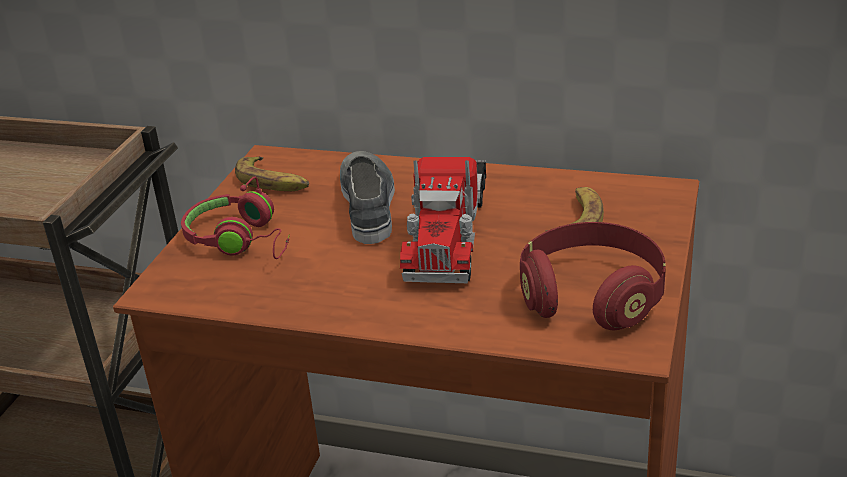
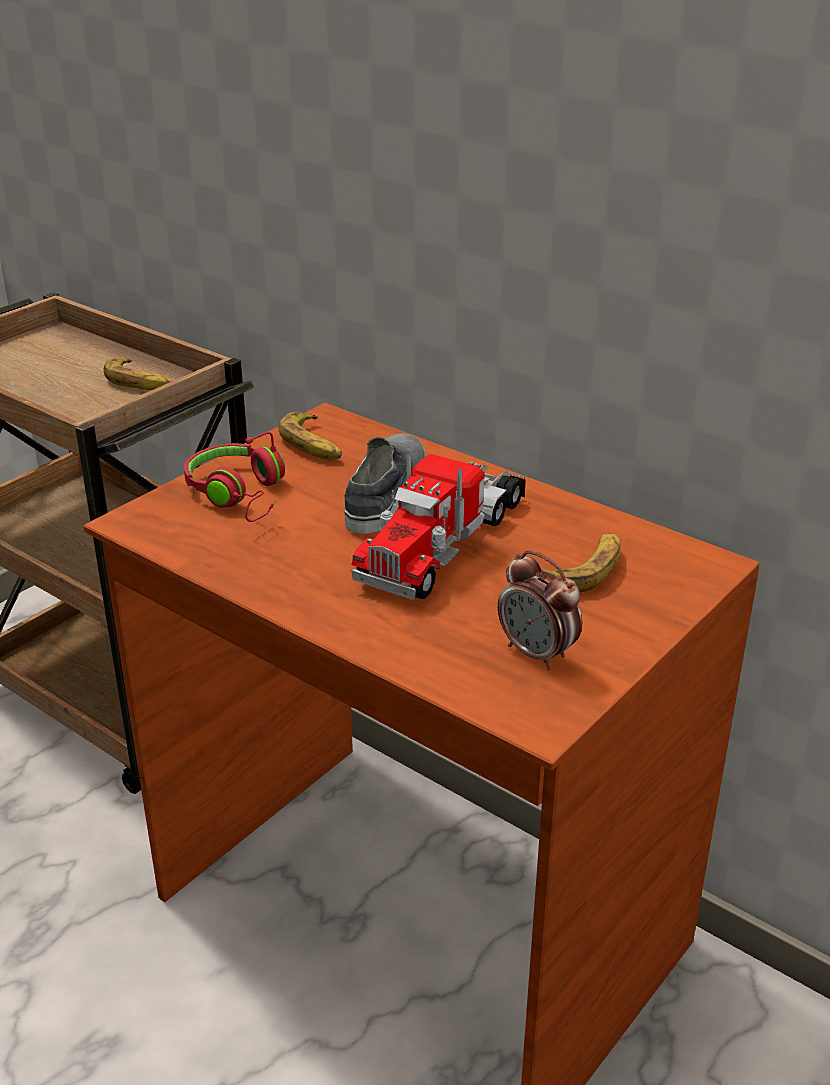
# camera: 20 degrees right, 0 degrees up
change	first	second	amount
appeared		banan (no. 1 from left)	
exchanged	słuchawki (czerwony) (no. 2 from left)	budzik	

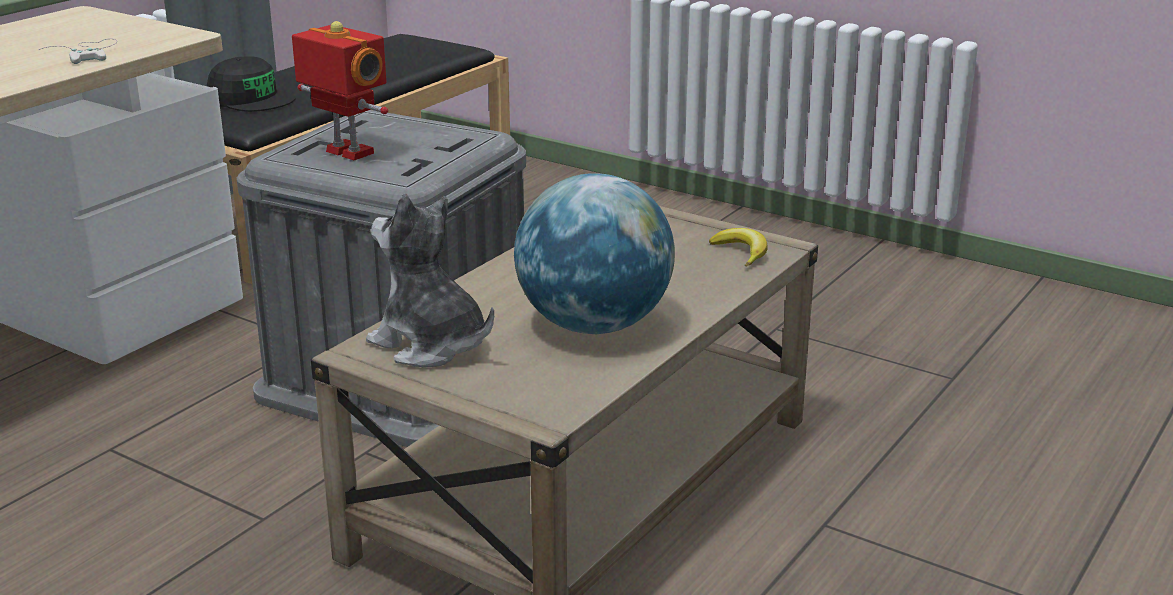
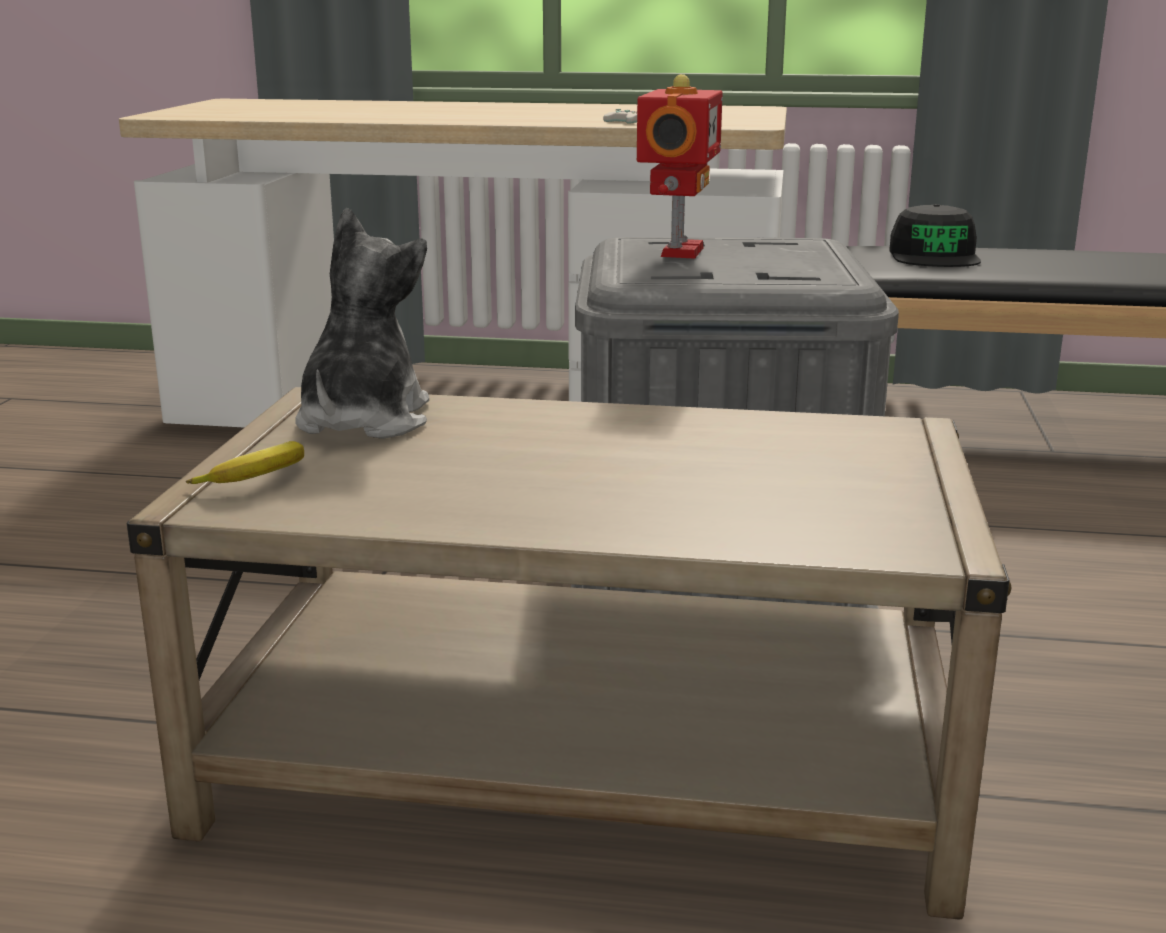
# camera: 65 degrees right, 5 degrees down
change	first	second	amount
relocated	banan		
missing	globus		

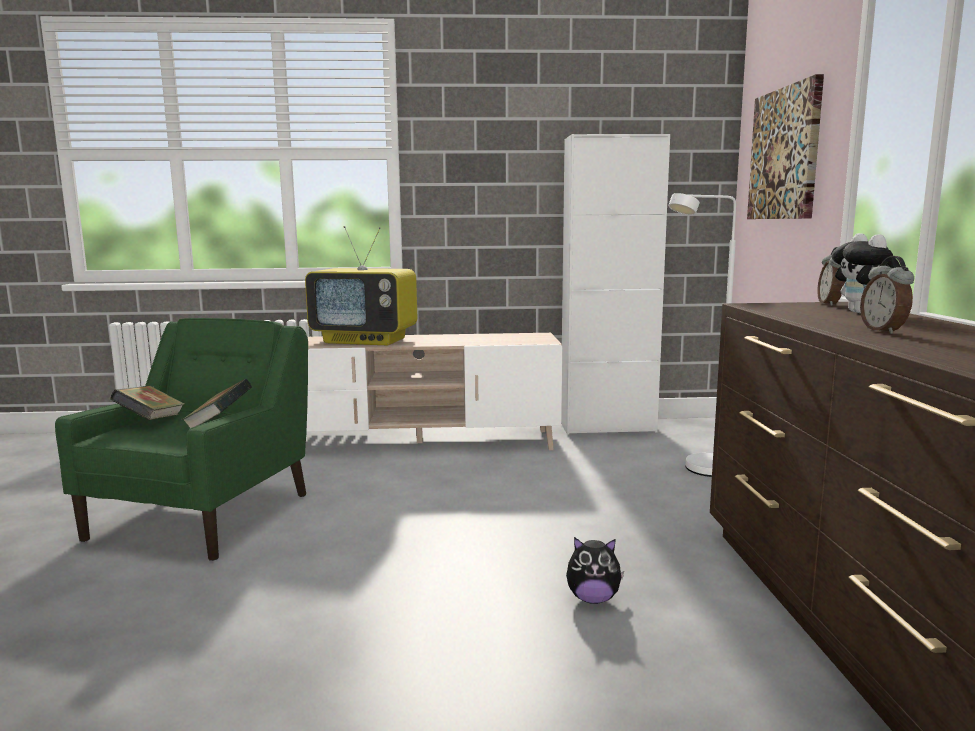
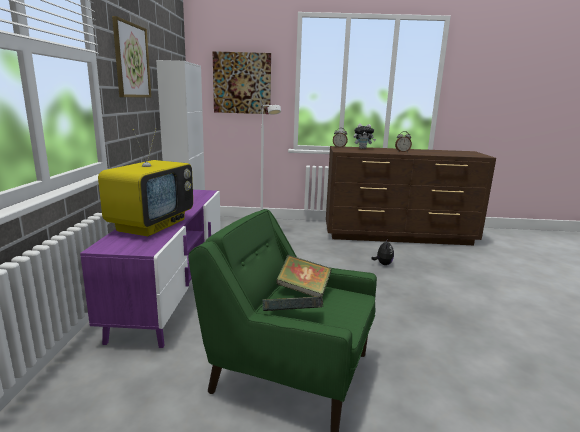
# camera: 85 degrees left, 5 degrees up
change	first	second	amount
colour	szafka pod telewizor (beżowy)	szafka pod telewizor (fioletowy)	
appeared		obraz (no. 1 from left)	

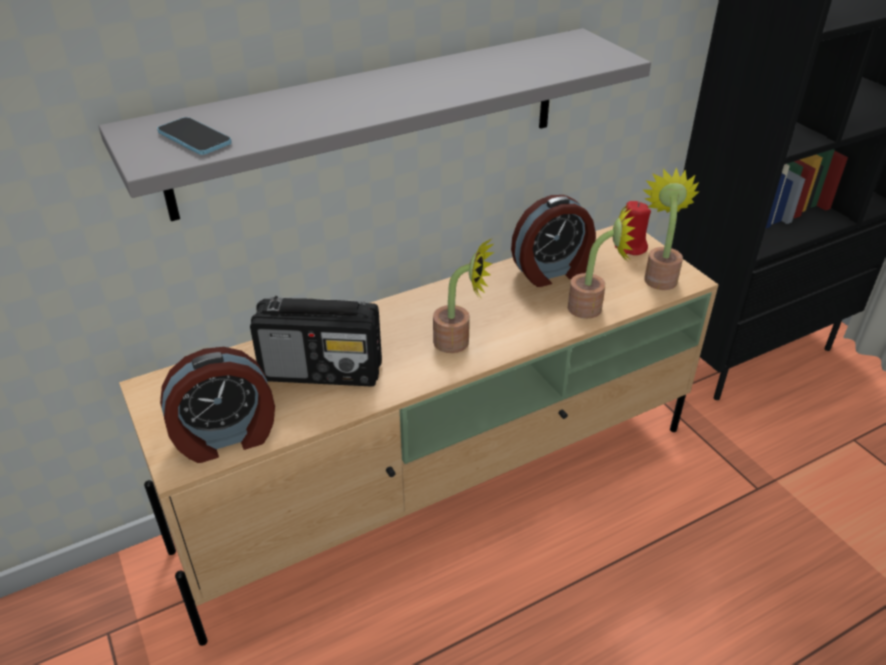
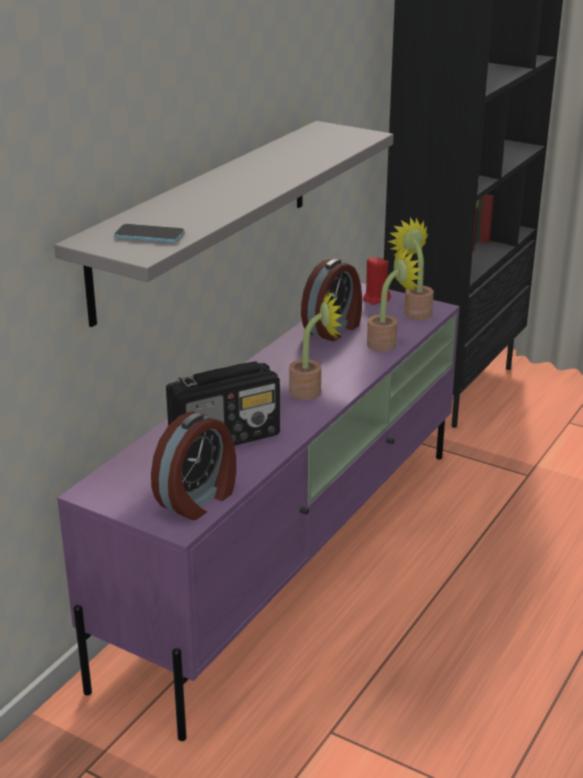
# camera: 30 degrees left, 10 degrees down
change	first	second	amount
colour	szafka pod telewizor (beżowy)	szafka pod telewizor (fioletowy)	

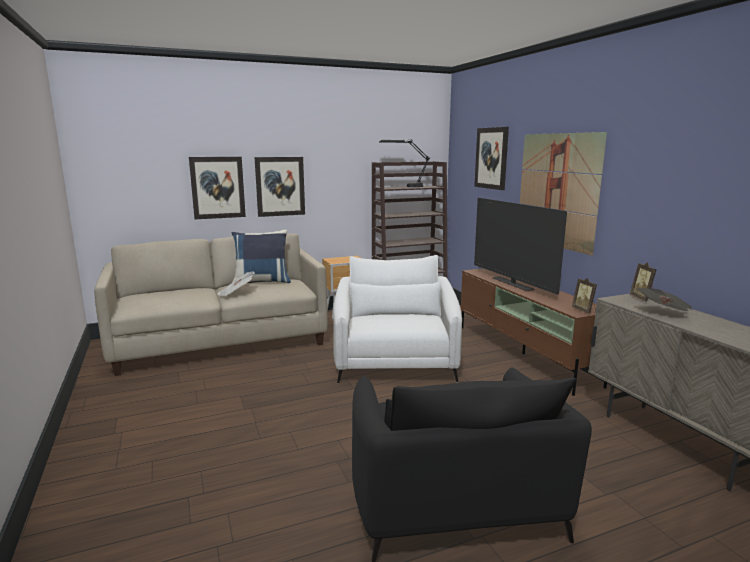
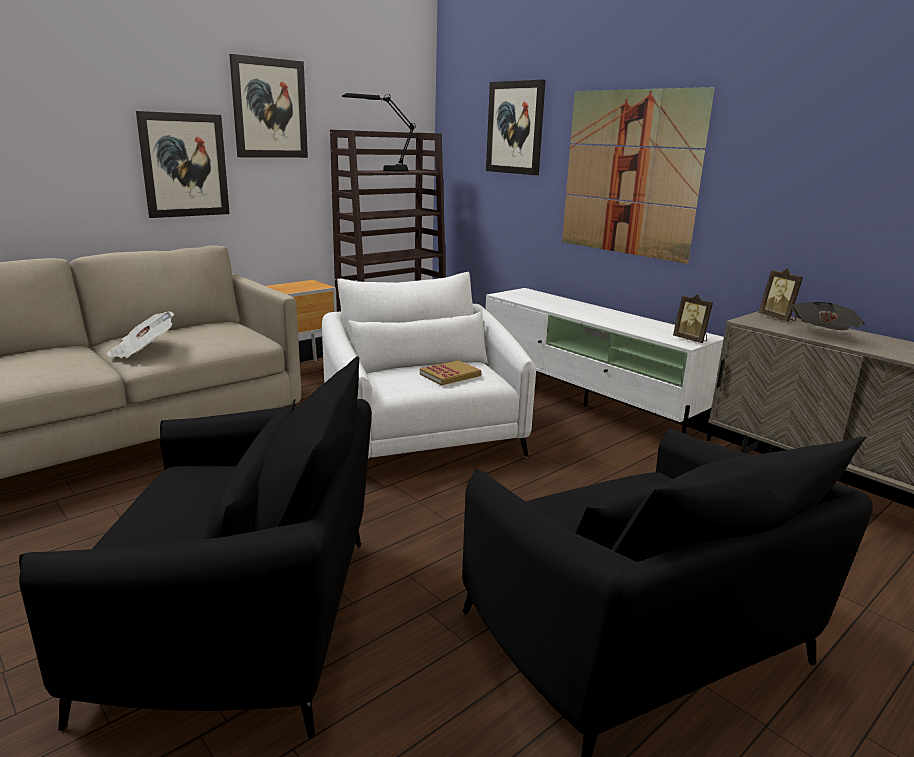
# camera: 20 degrees left, 5 degrees up
change	first	second	amount
appeared		fotel (czarny) (no. 1 from left)	
relocated	obraz (no. 1 from left in the first image)	obraz (no. 2 from left)	
appeared		książka	
colour	szafka pod telewizor (brązowy)	szafka pod telewizor (biały)	
missing	poduszka (niebieski)		
missing	telewizor		

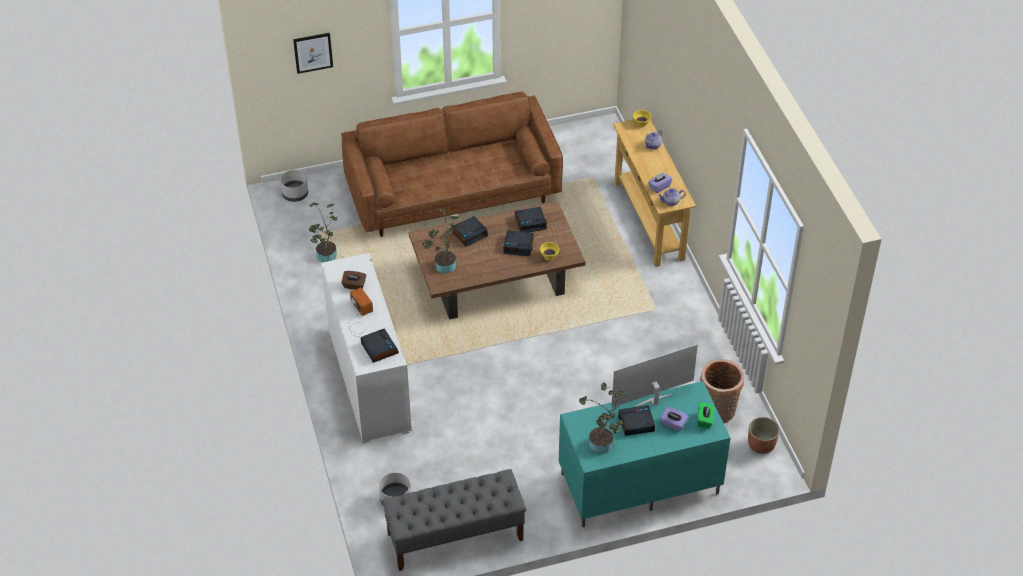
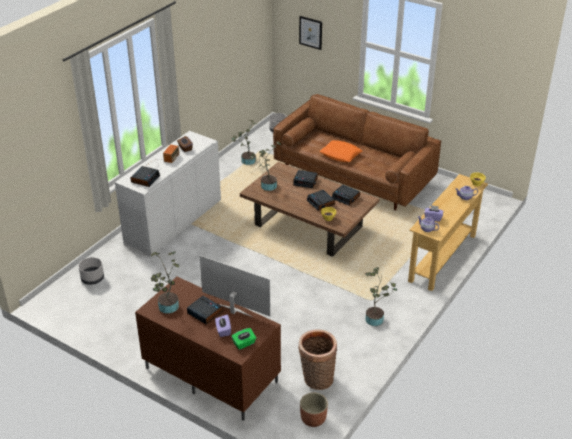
# camera: 50 degrees right, 10 degrees down
change	first	second	amount
colour	szafka pod telewizor (turkusowy)	szafka pod telewizor (brązowy)	
appeared		poduszka (pomarańczowy)	
appeared		roślina doniczkowa (no. 4 from left)	
missing	ławka (szary)		

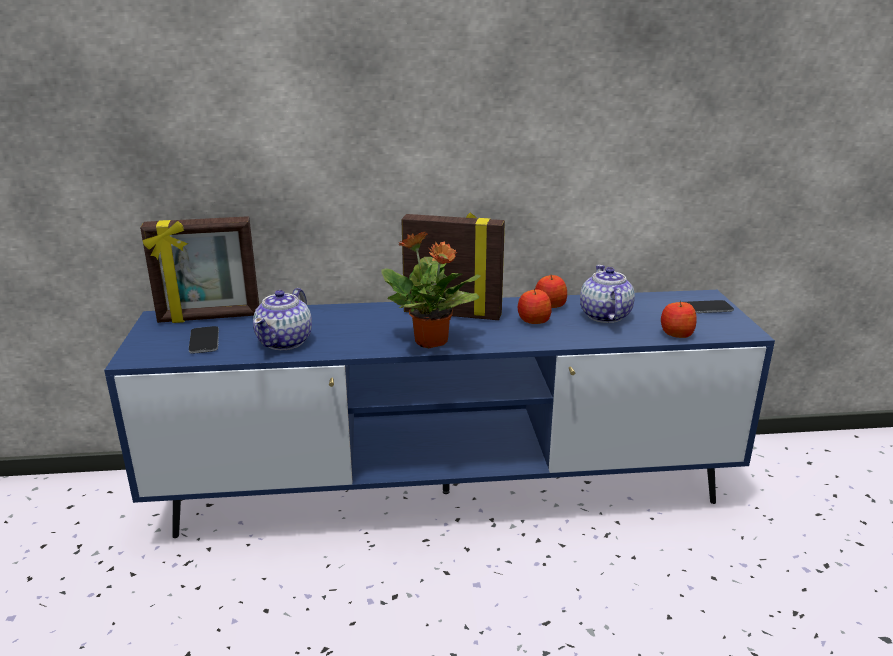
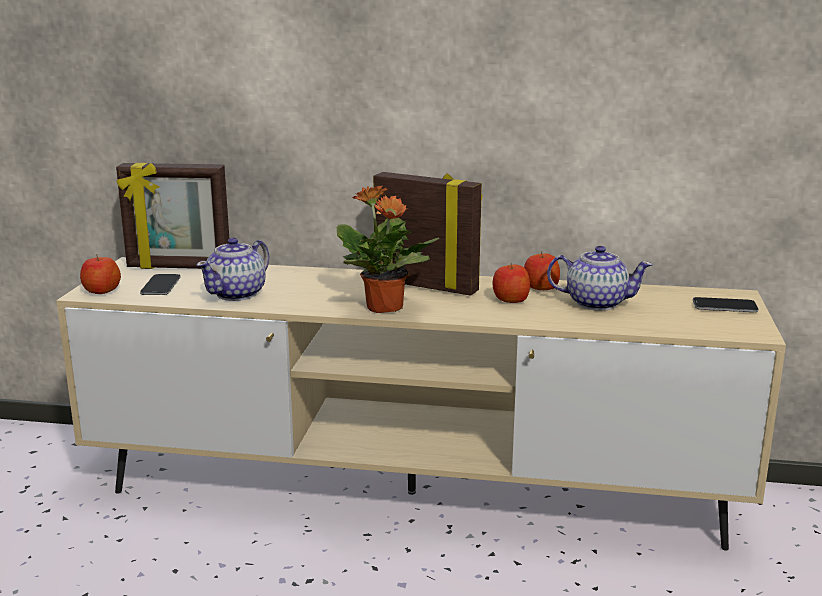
# camera: 15 degrees right, 5 degrees down
change	first	second	amount
colour	szafka pod telewizor (niebieski)	szafka pod telewizor (beżowy)	
relocated	jabłko (no. 3 from left in the first image)	jabłko (no. 1 from left)	
spun	imbryk (no. 2 from left)		90 degrees clockwise

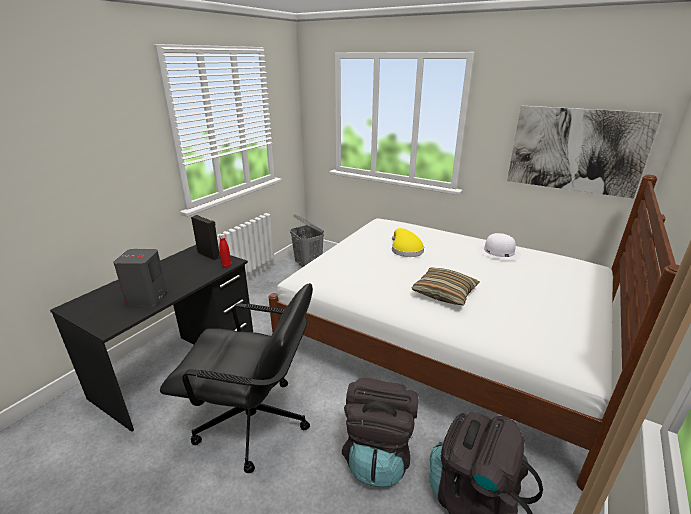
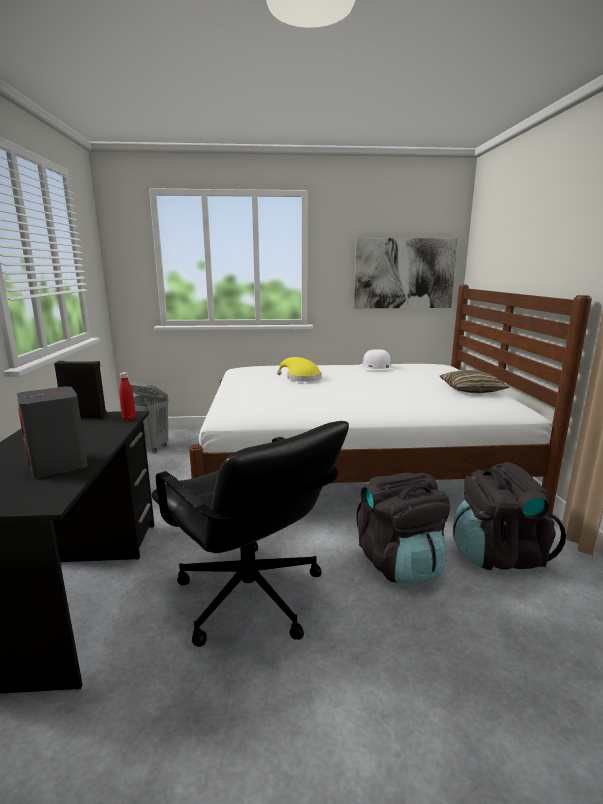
# camera: 35 degrees left, 10 degrees down
change	first	second	amount
spun	krzesło biurowe (czarny)		75 degrees clockwise
relocated	poduszka		

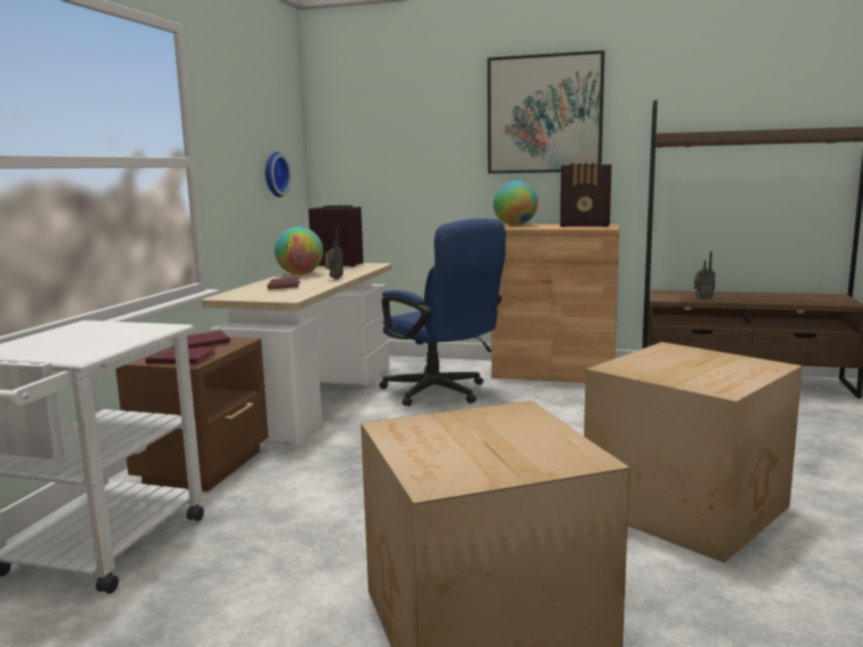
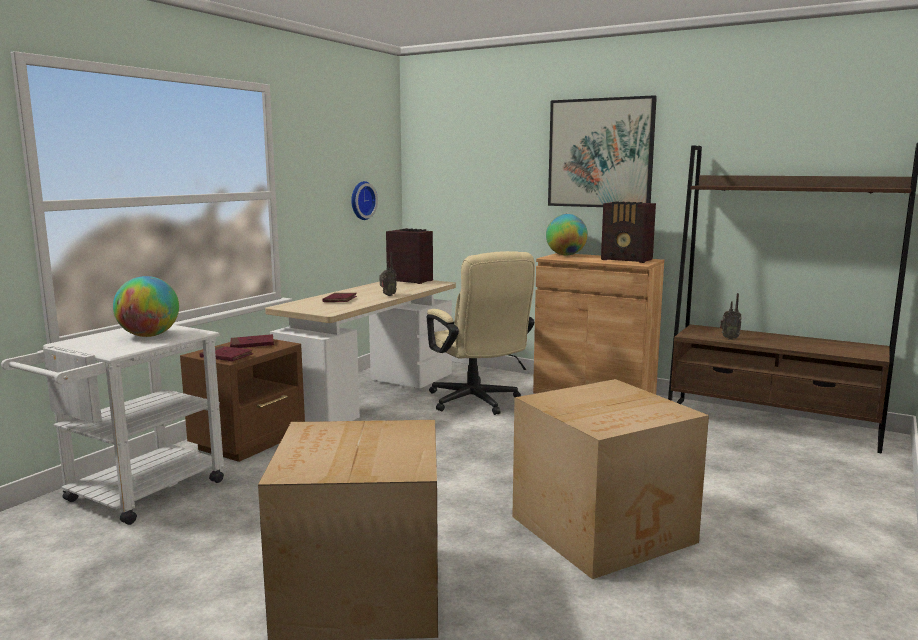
# camera: 15 degrees right, 0 degrees up
change	first	second	amount
relocated	globus (no. 1 from left)		
colour	krzesło biurowe (niebieski)	krzesło biurowe (beżowy)	

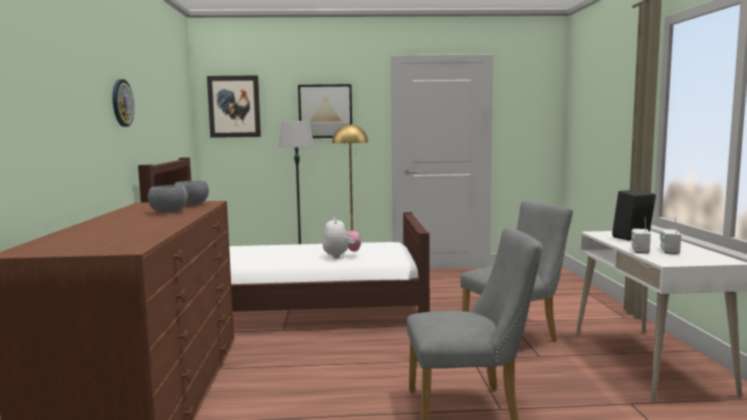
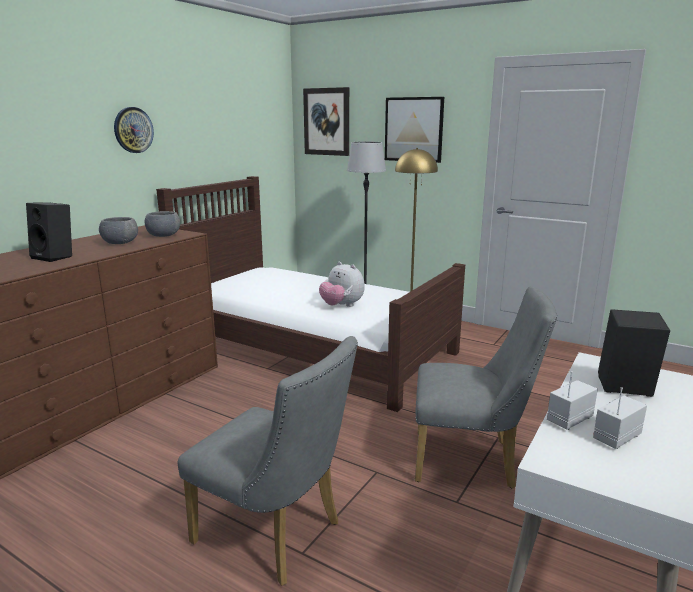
# camera: 35 degrees right, 10 degrees up
change	first	second	amount
appeared		głośnik (czarny) (no. 1 from left)	
spun	pluszak		105 degrees clockwise

